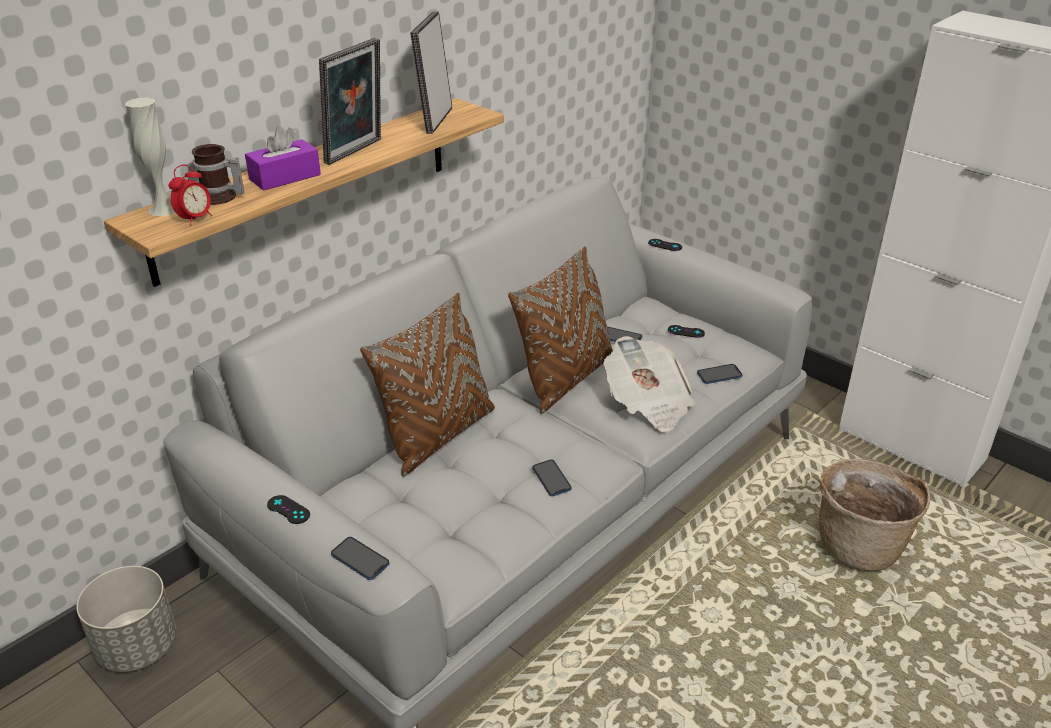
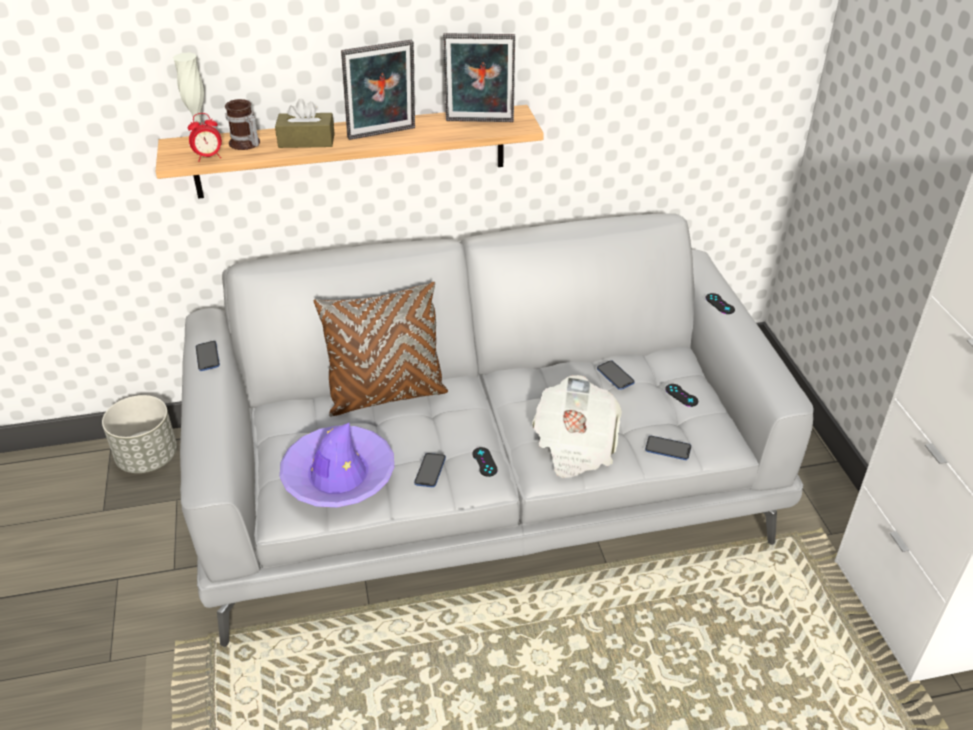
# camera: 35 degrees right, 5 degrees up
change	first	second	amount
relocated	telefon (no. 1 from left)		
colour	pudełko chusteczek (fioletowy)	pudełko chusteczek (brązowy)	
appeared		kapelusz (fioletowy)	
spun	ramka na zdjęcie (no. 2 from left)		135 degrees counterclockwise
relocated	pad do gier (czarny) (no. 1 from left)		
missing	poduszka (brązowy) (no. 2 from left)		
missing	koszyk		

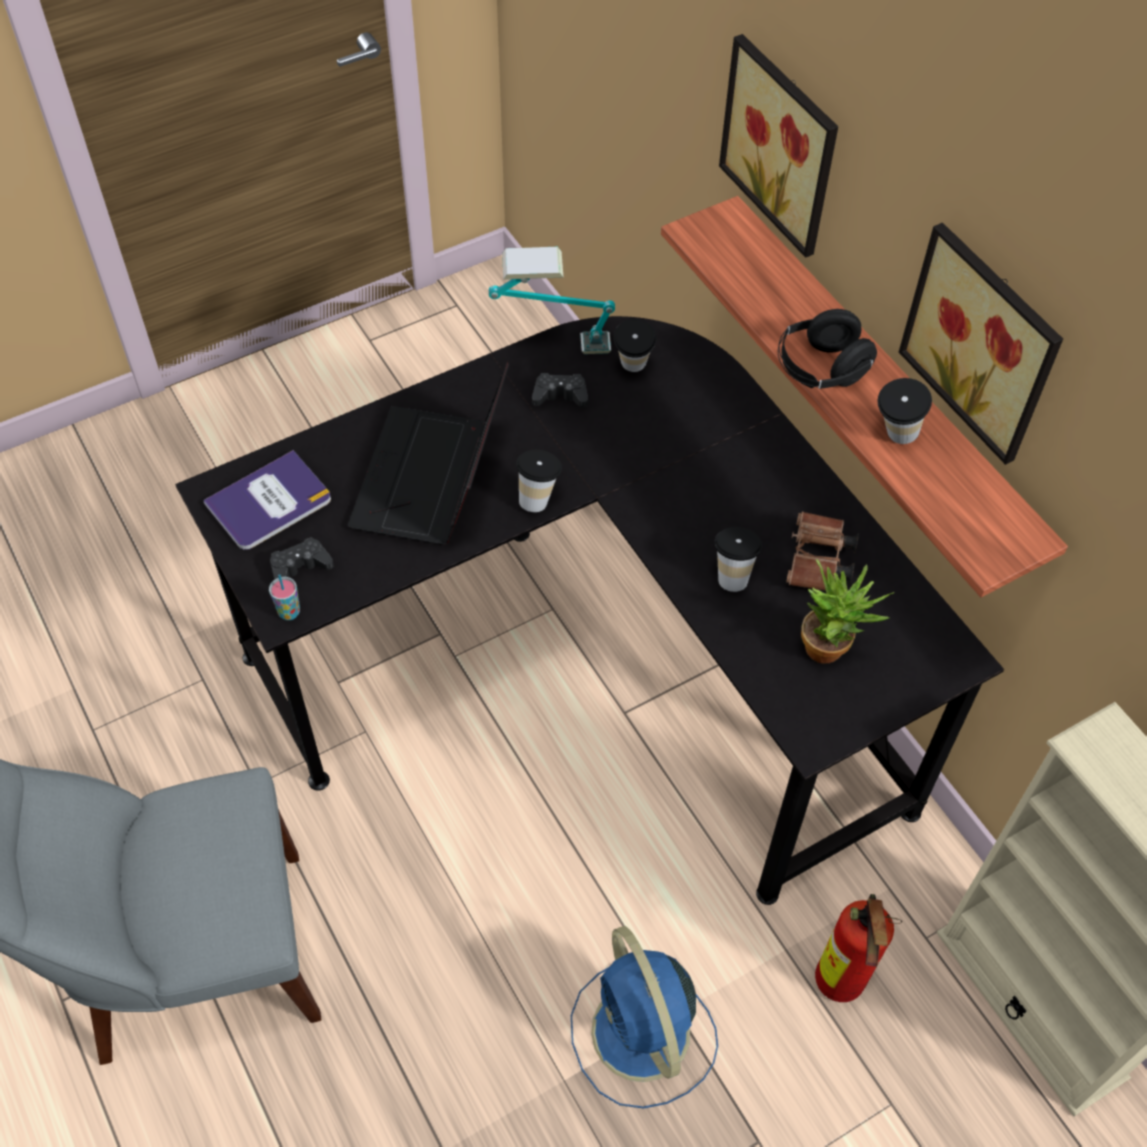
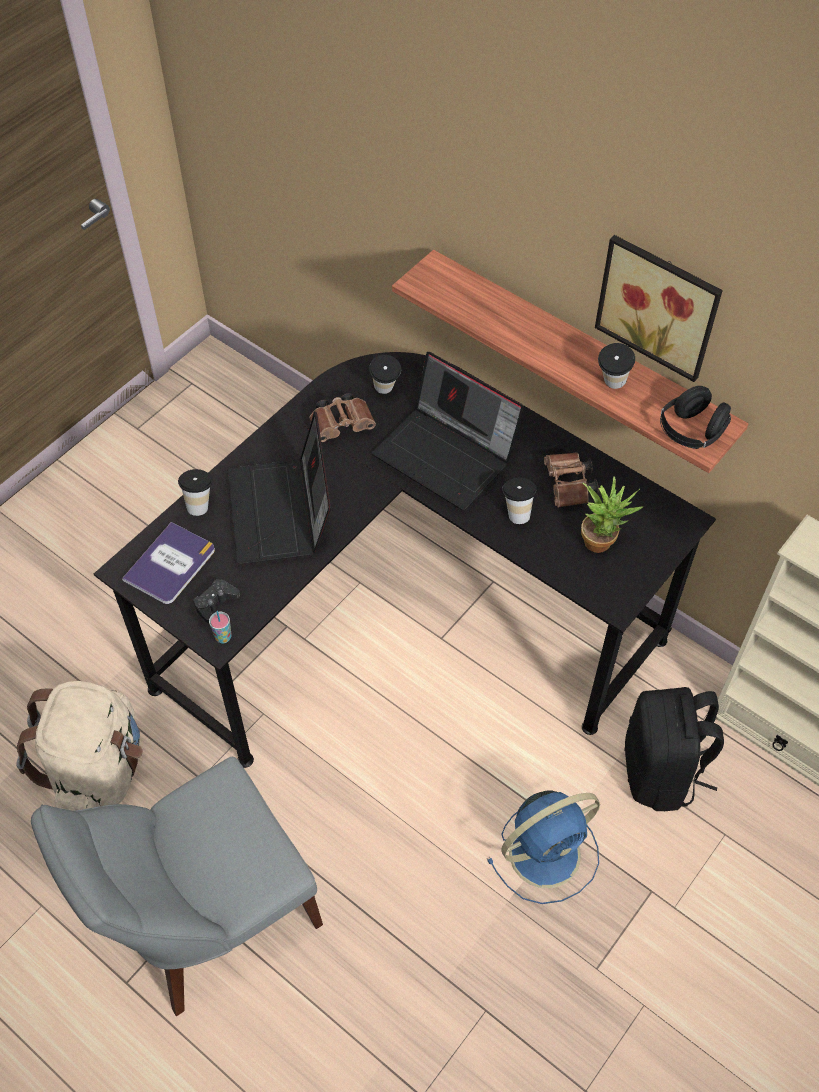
# camera: 20 degrees left, 0 degrees up
change	first	second	amount
appeared		plecak (beżowy)	
relocated	filiżanka (no. 2 from left in the first image)	filiżanka (no. 1 from left)	
exchanged	pad do gier (czarny) (no. 2 from left)	lornetka (brązowy) (no. 1 from left)	
appeared		laptop (no. 2 from left)	
spun	wentylator (niebieski)		75 degrees counterclockwise
exchanged	gaśnica	plecak (czarny)	
relocated	słuchawki (czarny)		
missing	lampa stołowa		
missing	obraz (no. 1 from left)		

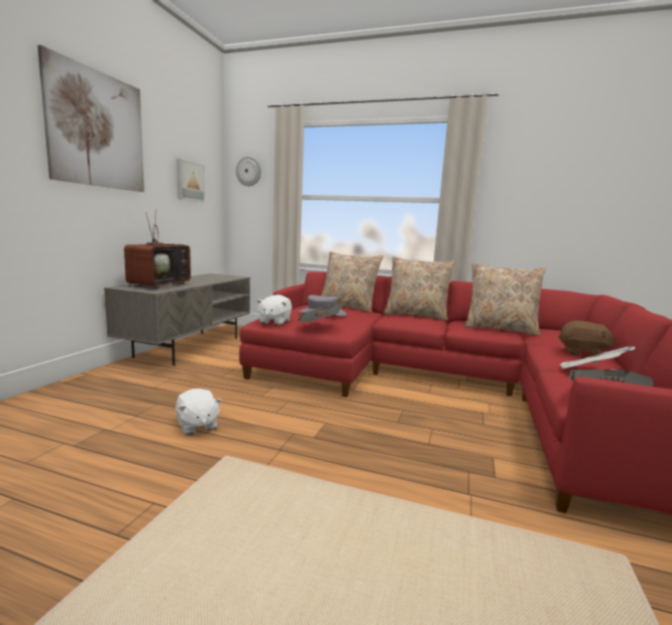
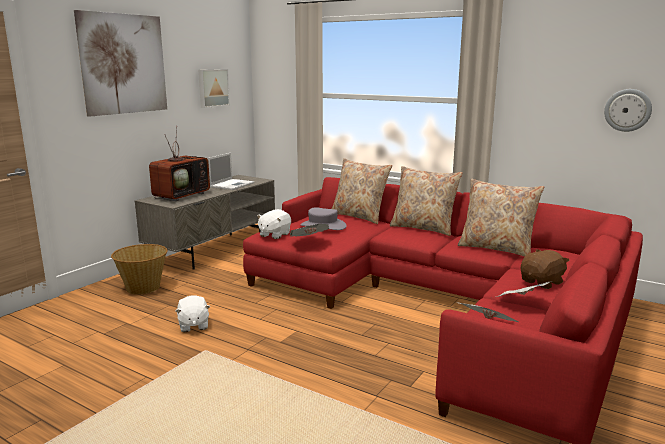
# camera: 15 degrees right, 5 degrees up
change	first	second	amount
appeared		koszyk	
appeared		laptop	
spun	pluszak (brązowy)		75 degrees counterclockwise
relocated	zegar ścienny		

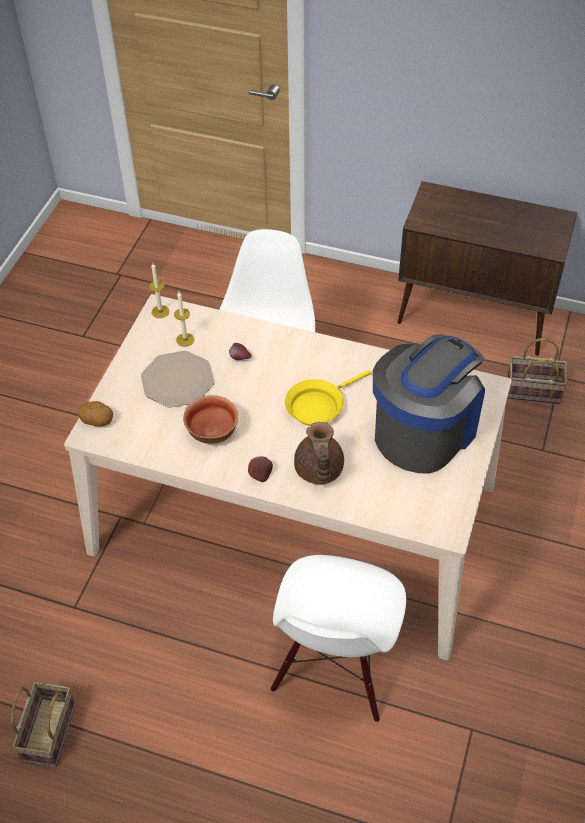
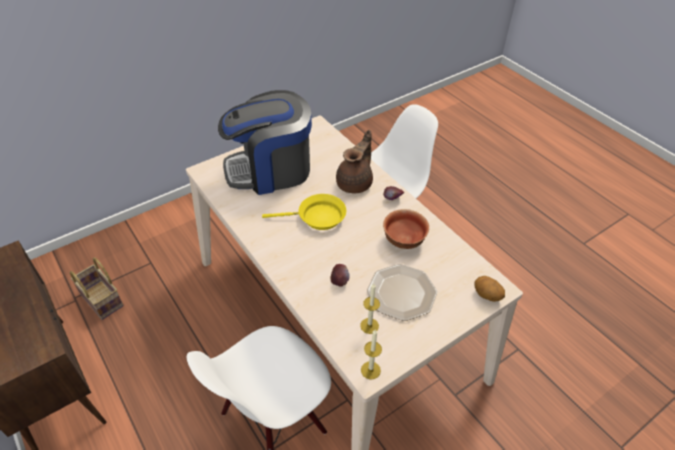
# camera: 145 degrees left, 5 degrees down
change	first	second	amount
missing	koszyk (no. 1 from left)		

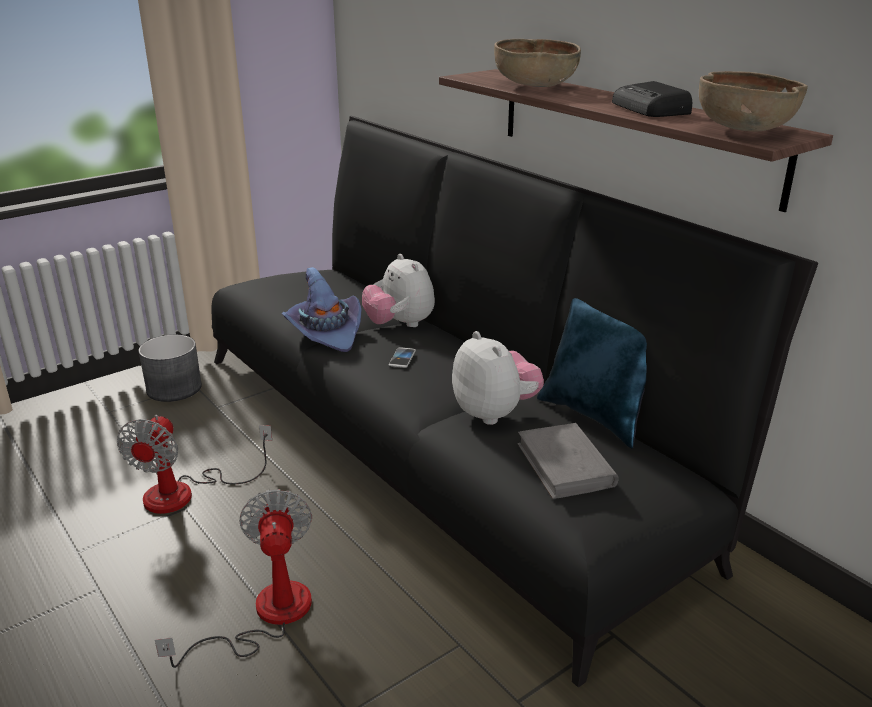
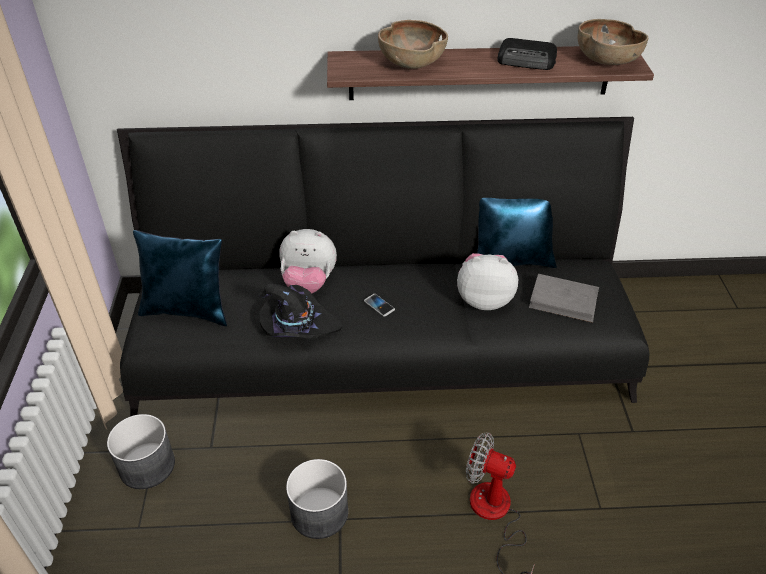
# camera: 55 degrees left, 15 degrees up
change	first	second	amount
appeared		poduszka (niebieski) (no. 1 from left)	
colour	kapelusz (fioletowy)	kapelusz (czarny)	
exchanged	wentylator (no. 1 from left)	donica (szary) (no. 2 from left)	

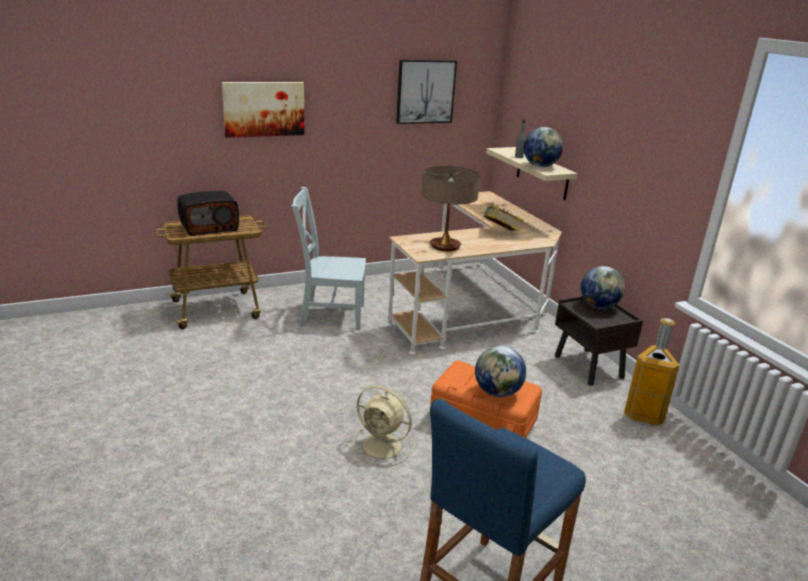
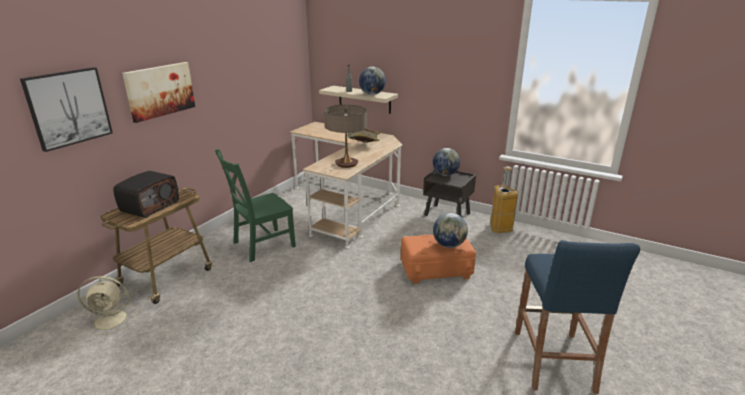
# camera: 35 degrees left, 0 degrees up
change	first	second	amount
relocated	obraz (no. 2 from left in the first image)	obraz (no. 1 from left)	
relocated	wentylator (beżowy)		
colour	krzesło (szary)	krzesło (zielony)	

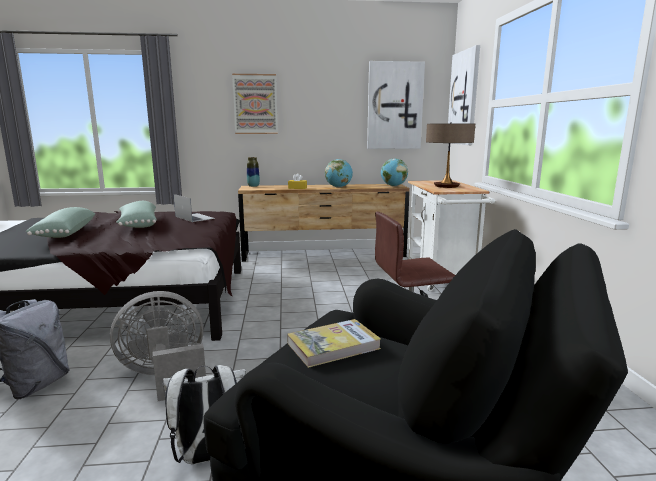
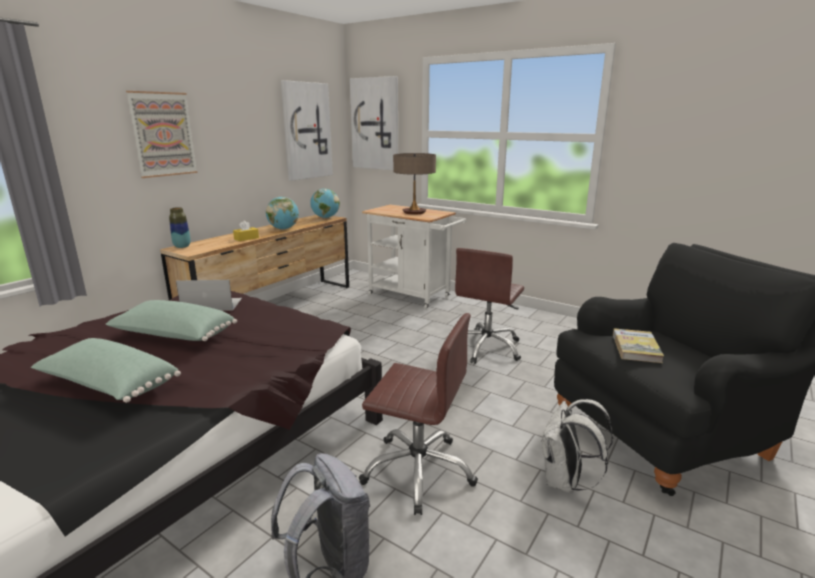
# camera: 50 degrees left, 5 degrees up
change	first	second	amount
exchanged	wentylator (szary)	krzesło biurowe (brązowy) (no. 1 from left)	

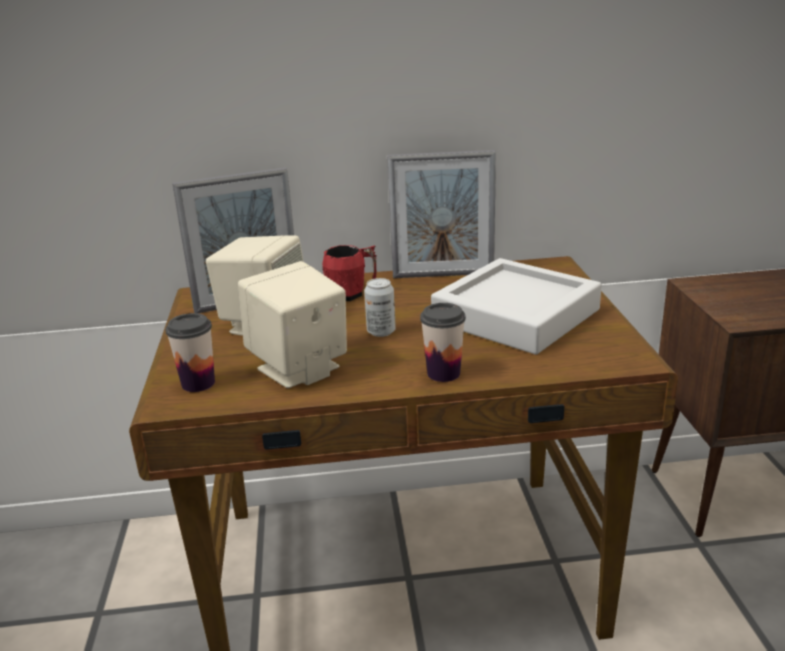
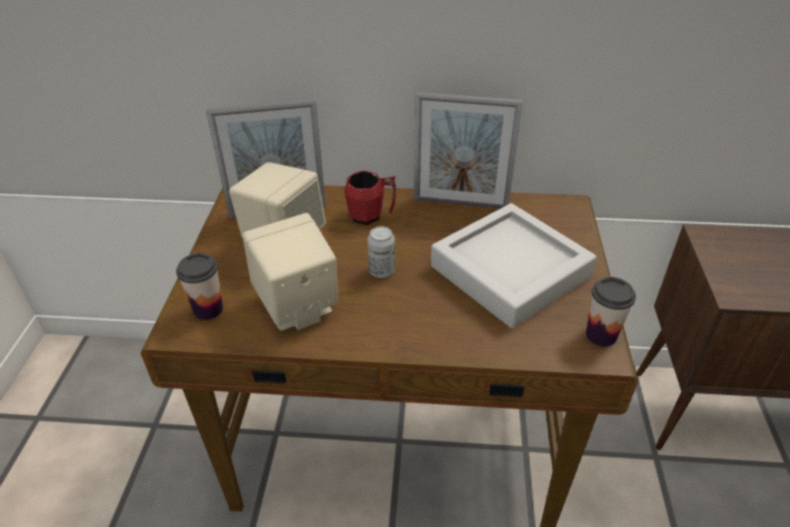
# camera: 10 degrees right, 15 degrees up
change	first	second	amount
relocated	filiżanka (no. 2 from left)		

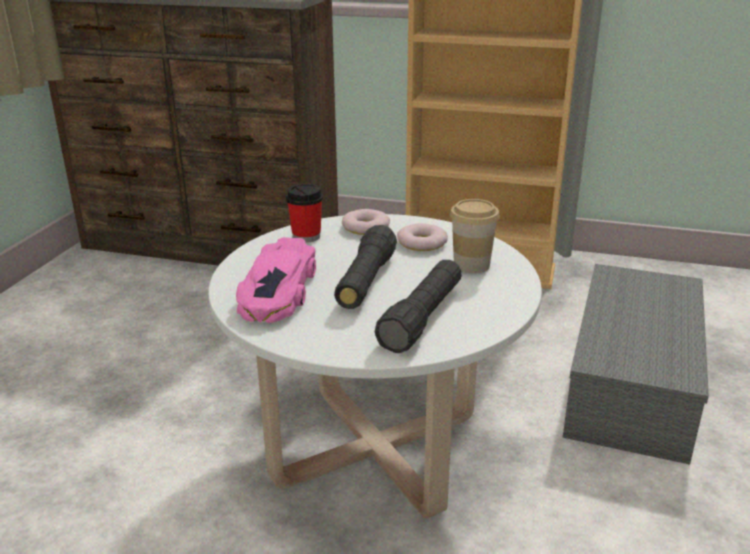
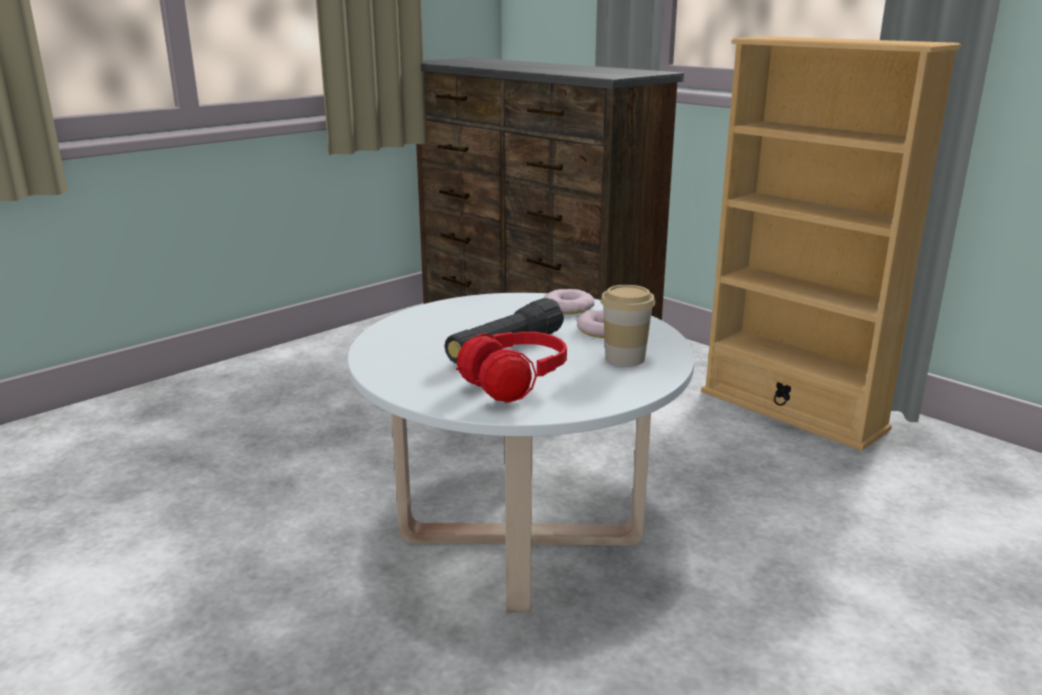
# camera: 30 degrees right, 5 degrees down
change	first	second	amount
exchanged	latarka (czarny) (no. 2 from left)	słuchawki (czerwony)	
missing	samochodzik (różowy)		
missing	filiżanka (no. 1 from left)		
missing	pojemnik do przechowywania (szary)		

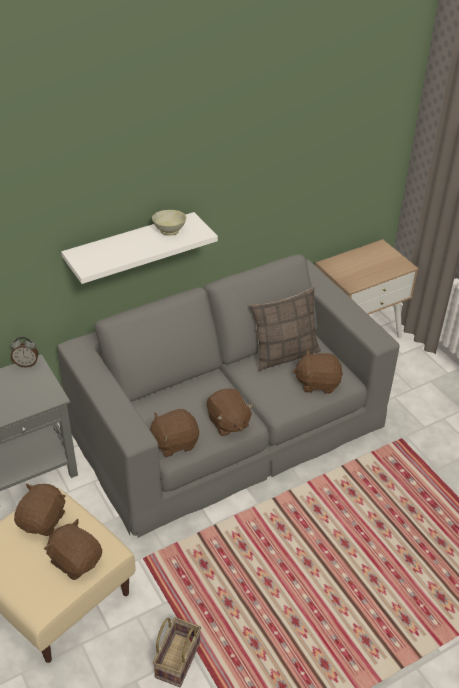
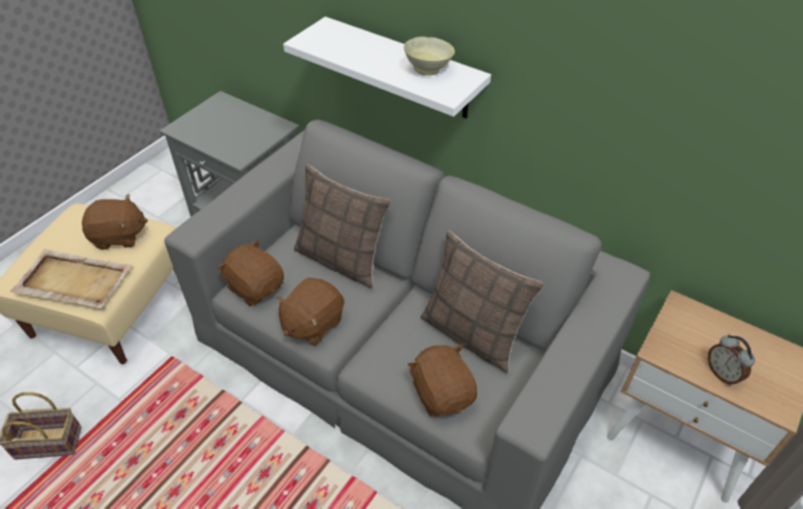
# camera: 65 degrees right, 5 degrees up
change	first	second	amount
exchanged	pluszak (brązowy) (no. 2 from left)	taca (beżowy)	
appeared		poduszka (no. 1 from left)	
relocated	budzik		

